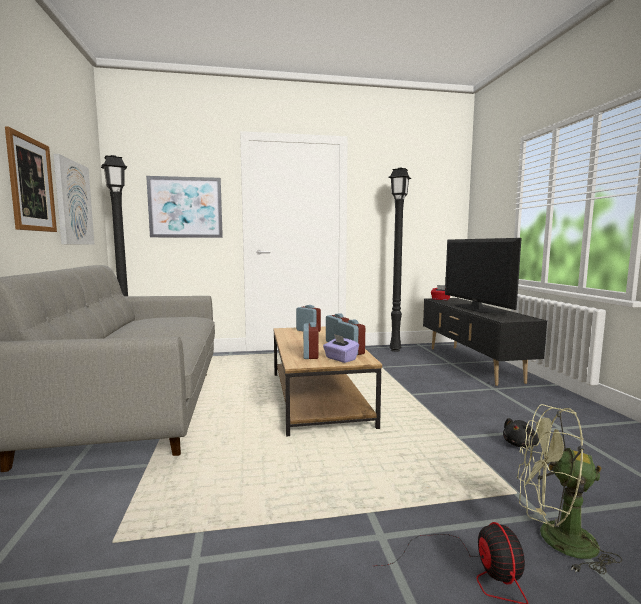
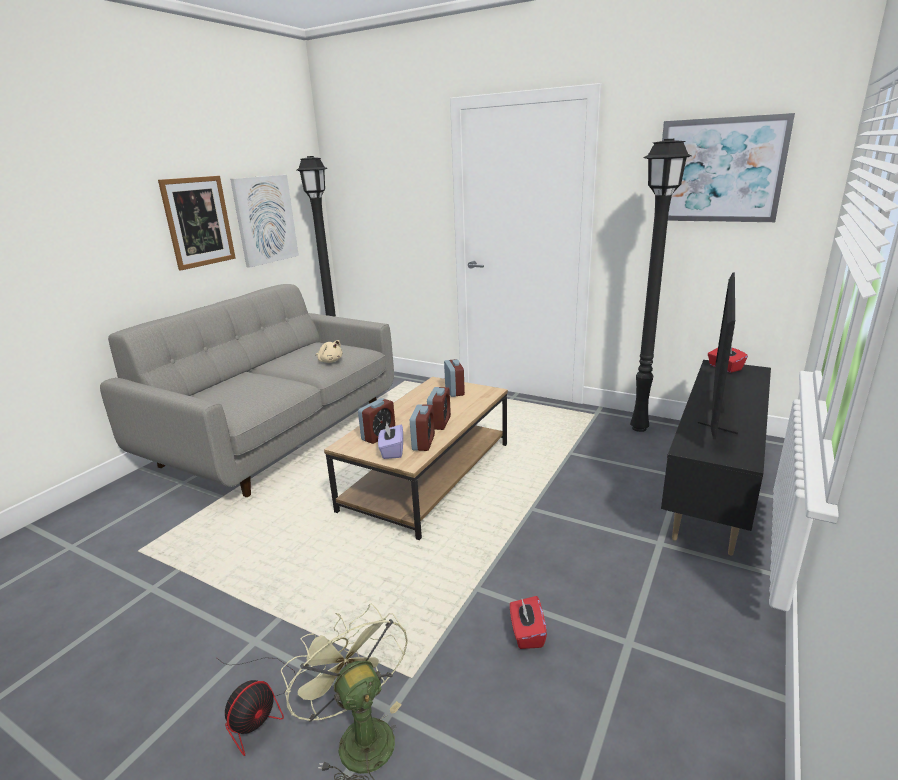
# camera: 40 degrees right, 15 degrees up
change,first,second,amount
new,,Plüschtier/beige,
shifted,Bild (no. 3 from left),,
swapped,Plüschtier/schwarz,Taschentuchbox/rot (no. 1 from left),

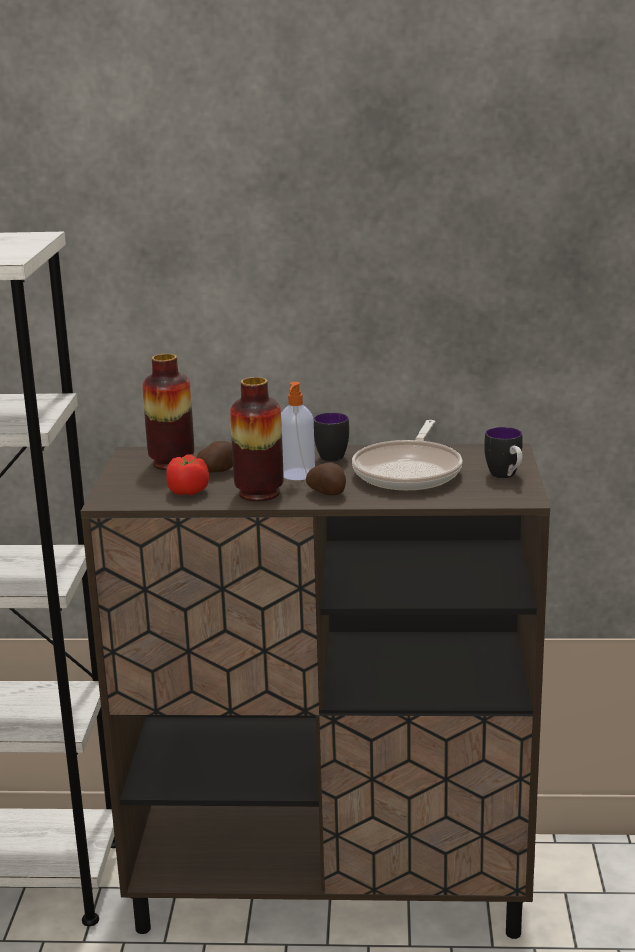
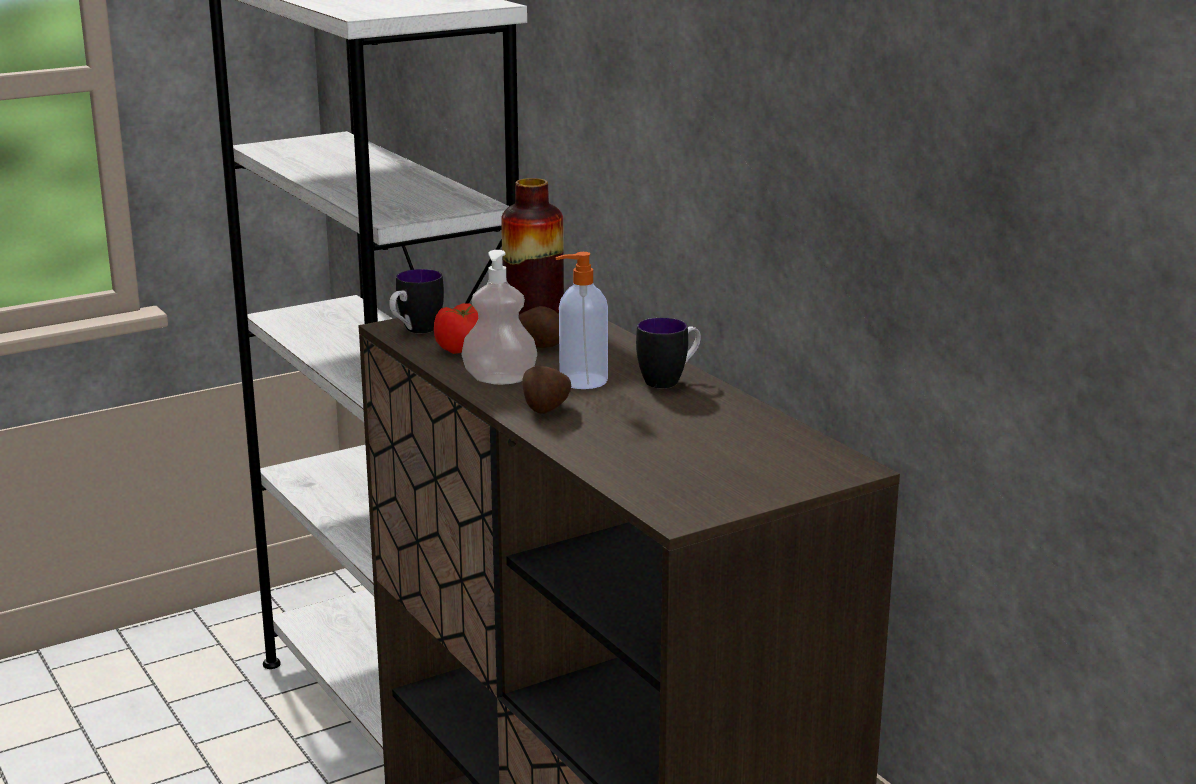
# camera: 55 degrees right, 0 degrees up
change,first,second,amount
gone,Pfanne,,
shifted,Henkelbecher (no. 2 from left in the first image),Henkelbecher (no. 1 from left),
swapped,Vase (no. 2 from left),Seifenspender (no. 1 from left),

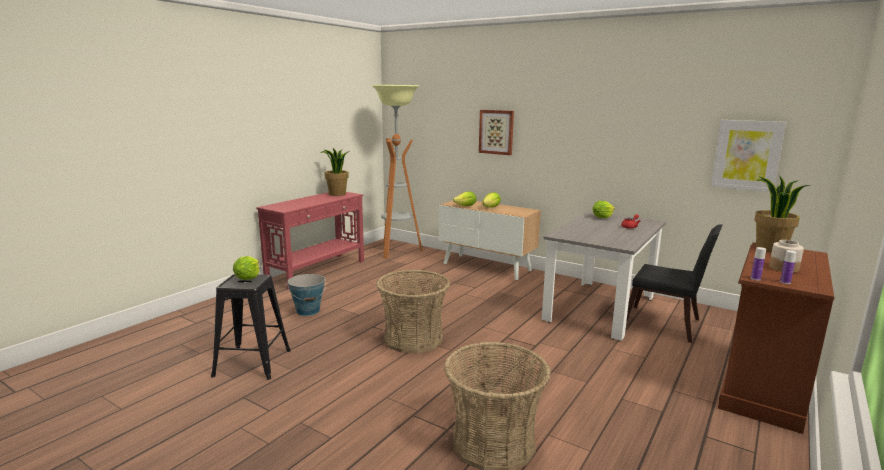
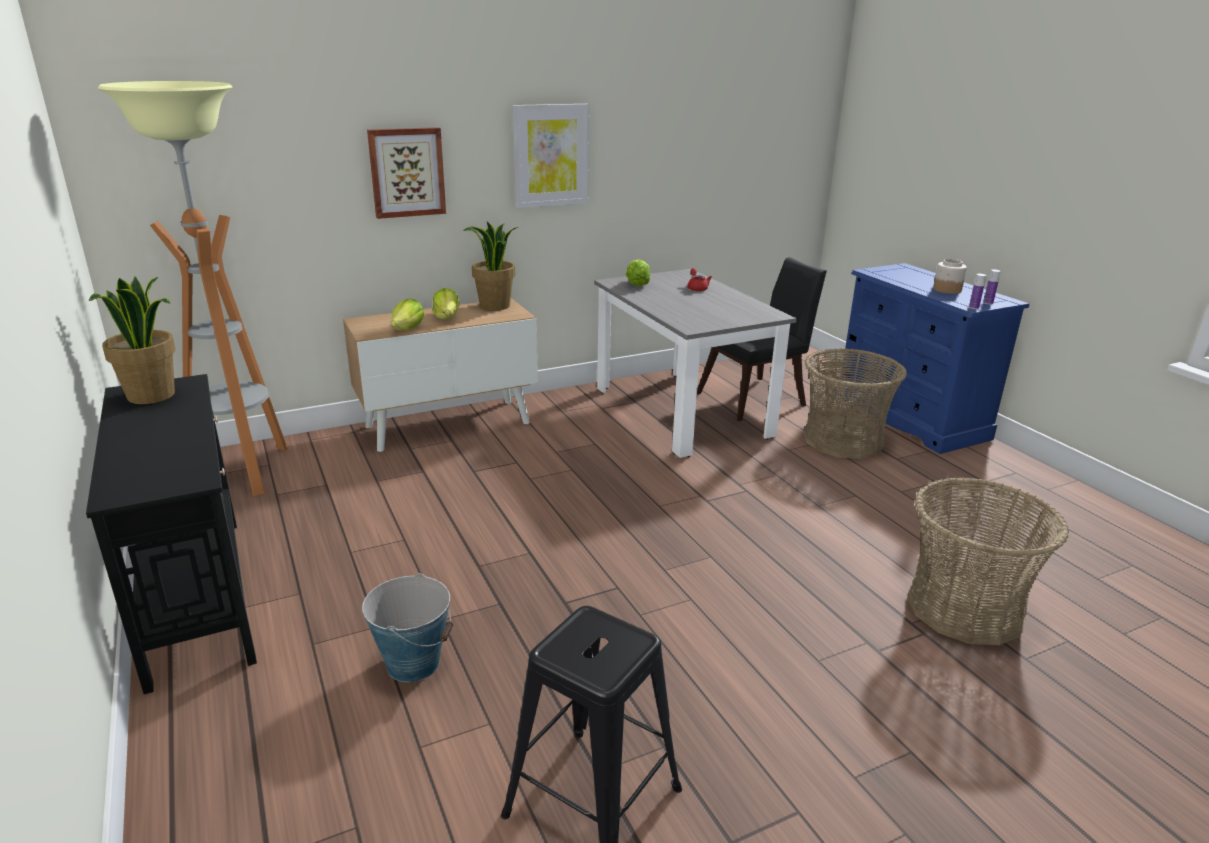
# camera: 60 degrees left, 10 degrees up
change,first,second,amount
gone,Salatkopf (no. 1 from left),,
shifted,Korb (no. 1 from left),,
shifted,Bild (no. 2 from left),,
shifted,Topfpflanze (no. 2 from left),,
repainted,Konsolentisch/rot,Konsolentisch/schwarz,
repainted,Kommode/braun,Kommode/blau,

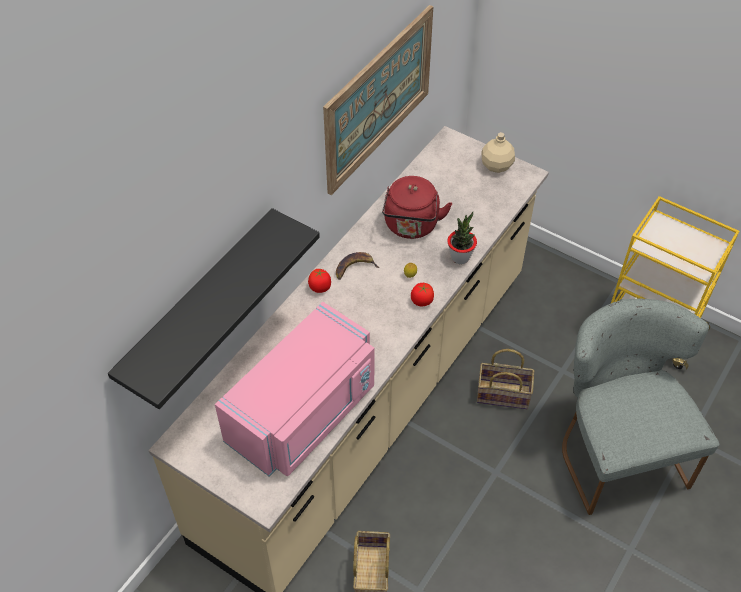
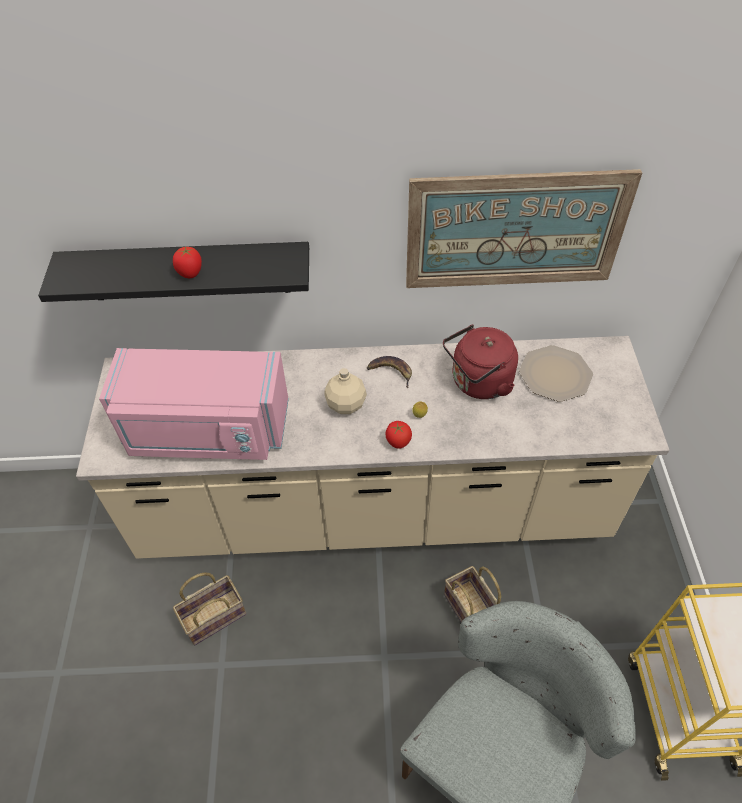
# camera: 55 degrees right, 0 degrees up
change,first,second,amount
gone,Topfpflanze,,
new,,Teller,
shifted,Tomate (no. 1 from left),,
shifted,Flasche/beige,,

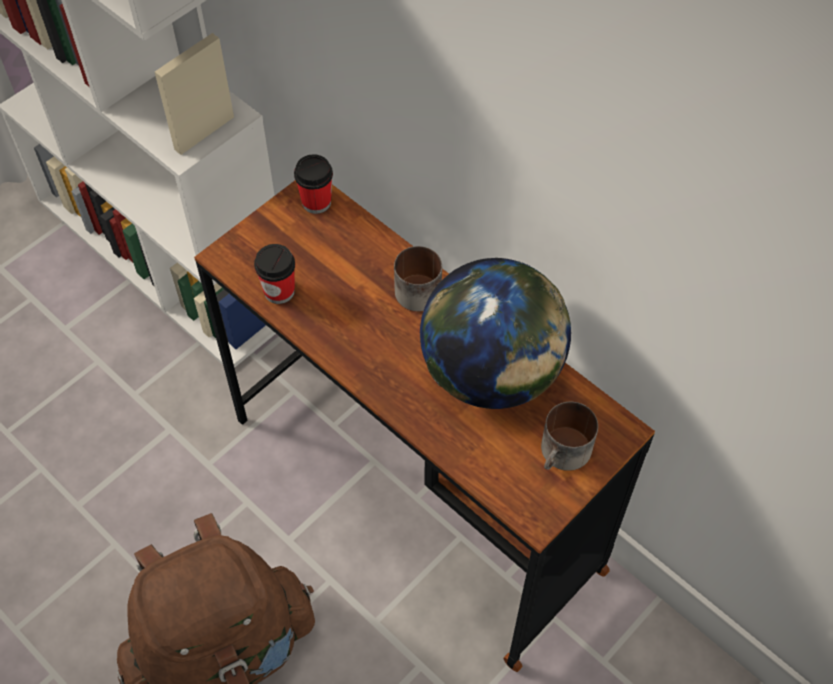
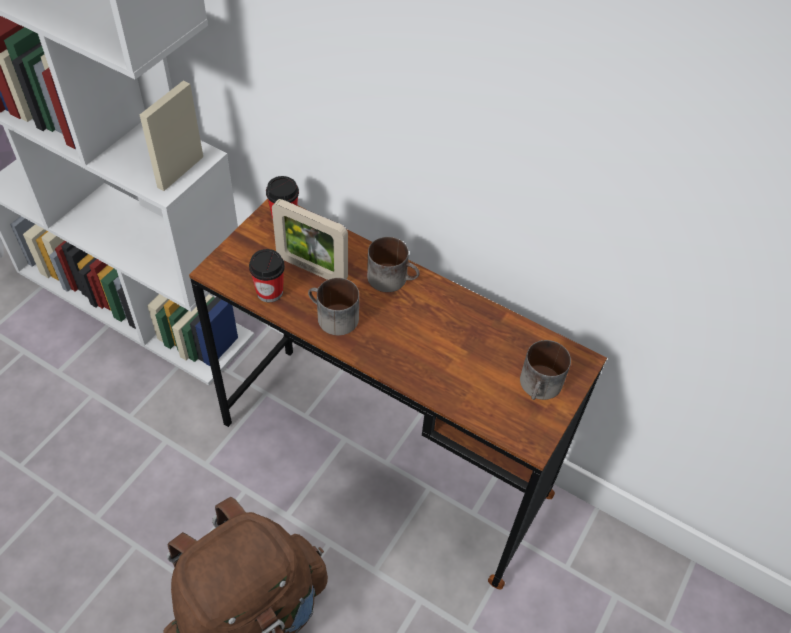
# camera: 15 degrees left, 5 degrees down
change,first,second,amount
gone,Globus,,
new,,Bilderrahmen,
new,,Henkelbecher (no. 1 from left),

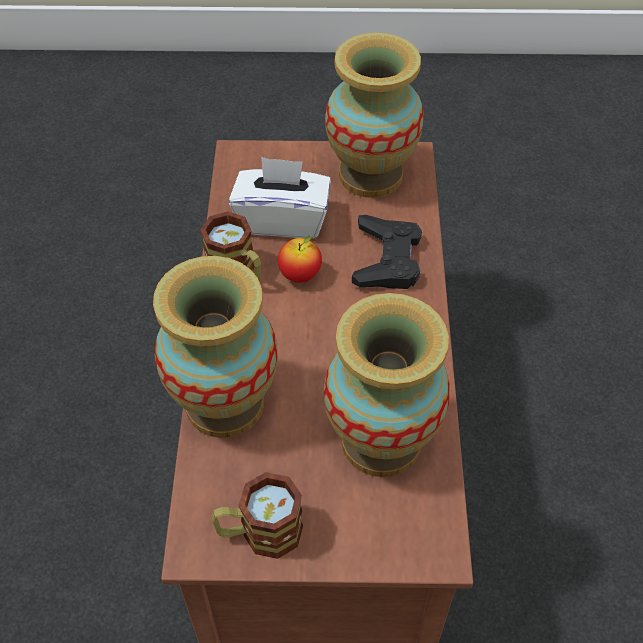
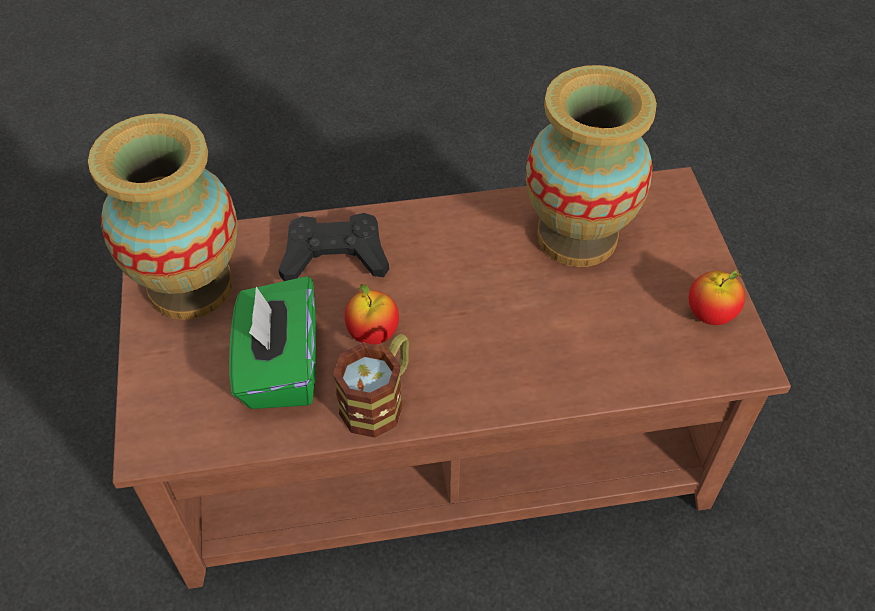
# camera: 100 degrees left, 0 degrees up
change,first,second,amount
gone,Vase (no. 1 from left),,
swapped,Henkelbecher (no. 2 from left),Apfel (no. 2 from left),
repainted,Taschentuchbox/weiß,Taschentuchbox/grün,

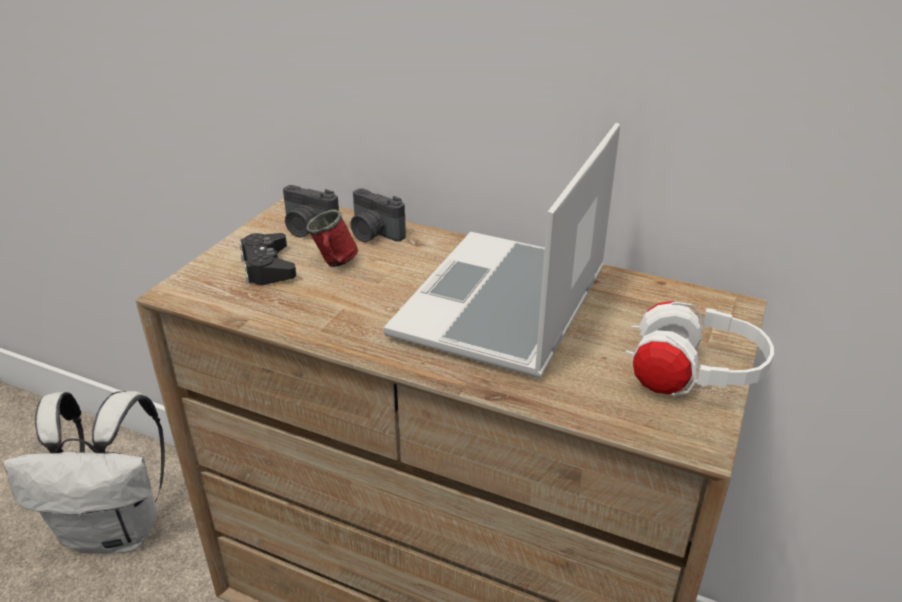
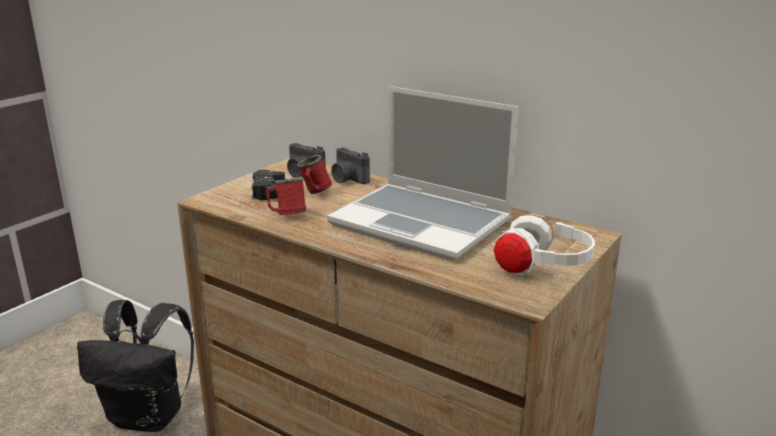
# camera: 10 degrees right, 10 degrees down
change,first,second,amount
new,,Henkelbecher/rot (no. 1 from left),
repainted,Rucksack/weiß,Rucksack/schwarz,
rotated,Laptop,,90 degrees counterclockwise

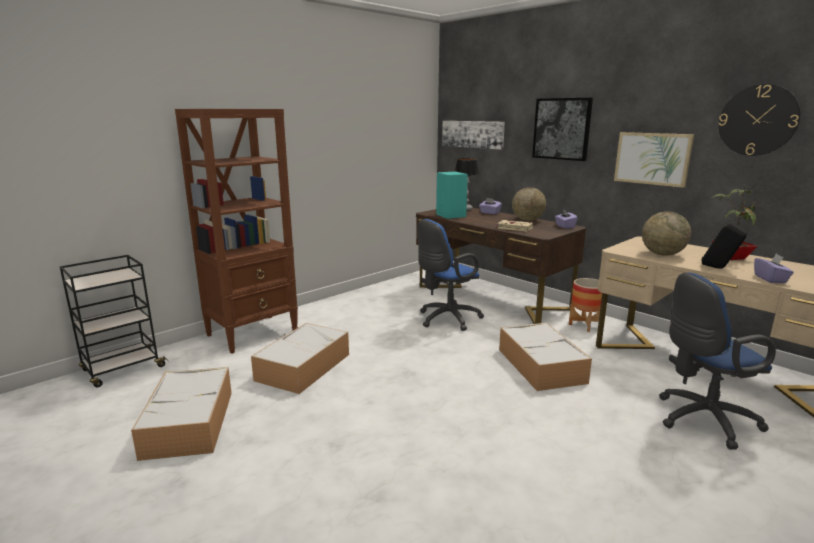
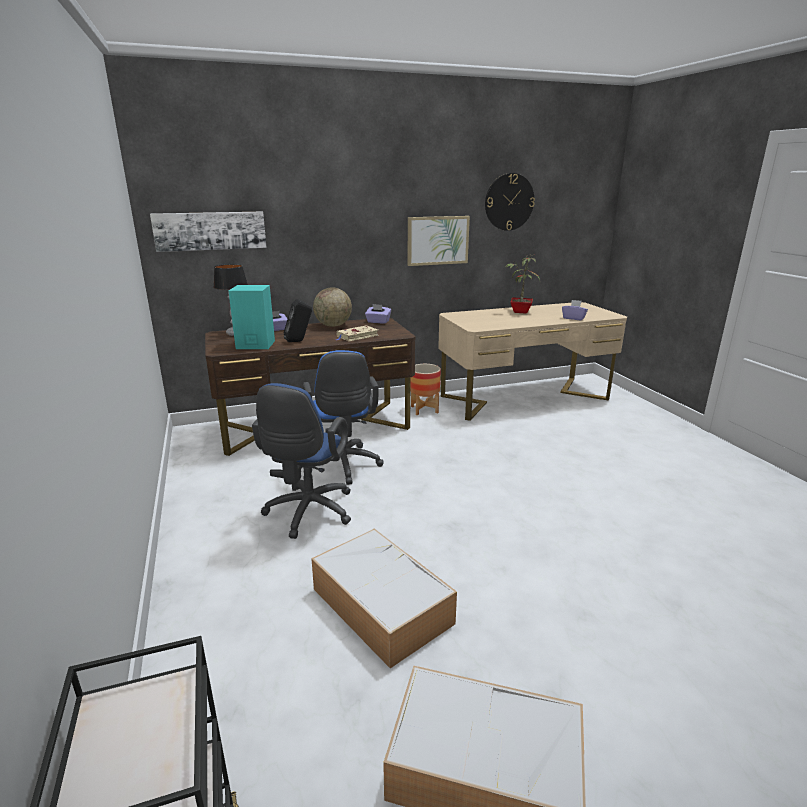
# camera: 65 degrees left, 5 degrees up
change,first,second,amount
gone,Bücherregal/braun,,
gone,Aufbewahrungsbox (no. 3 from left),,
gone,Bild (no. 2 from left),,
gone,Globus (no. 2 from left),,
shifted,Bürostuhl/blau (no. 2 from left in the first image),Bürostuhl/blau (no. 1 from left),
shifted,Lautsprecher/schwarz,,

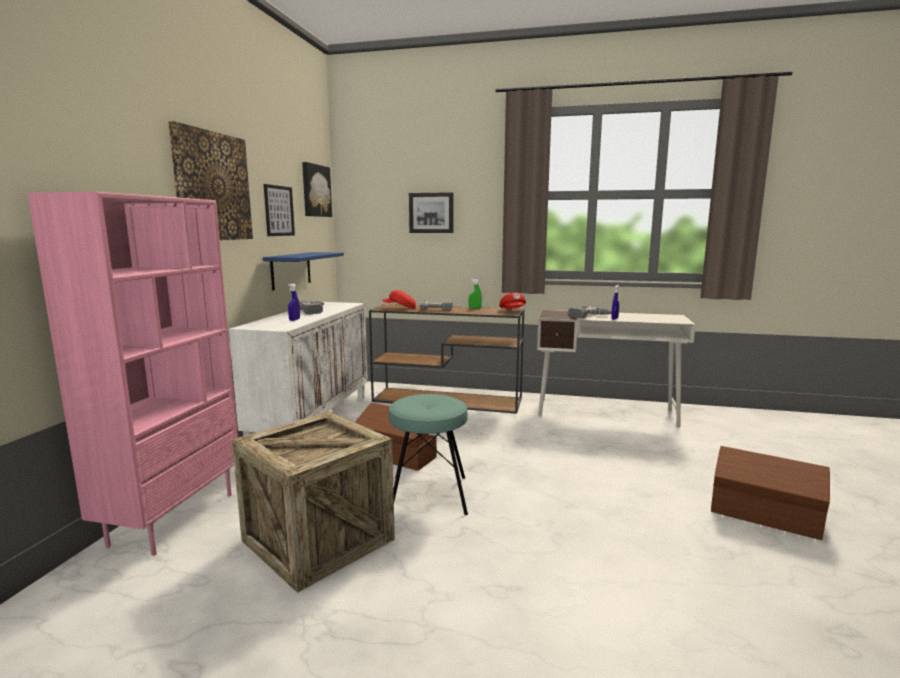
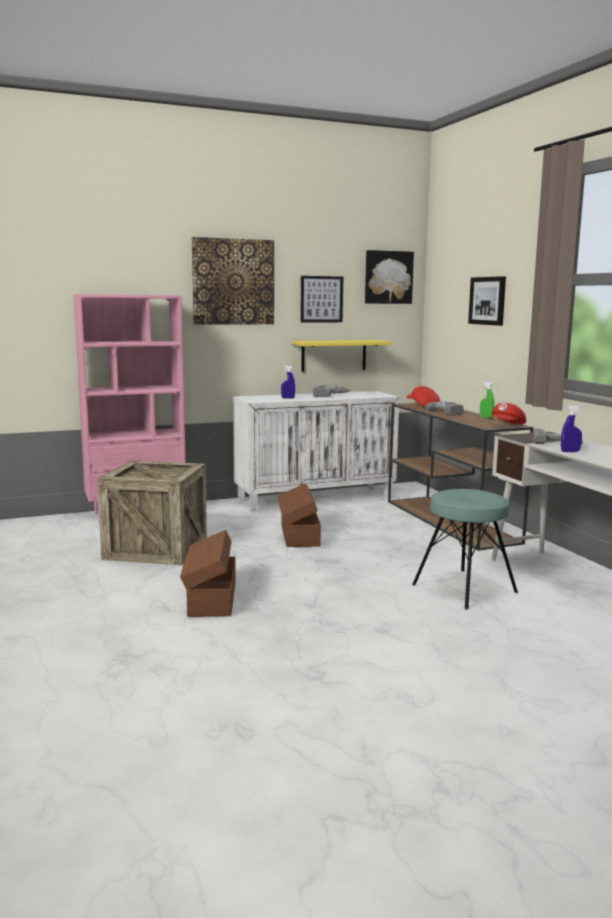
# camera: 55 degrees right, 0 degrees up
change,first,second,amount
shifted,Hocker/türkis,,
shifted,Aufbewahrungsbox/braun (no. 2 from left in the first image),Aufbewahrungsbox/braun (no. 1 from left),
repainted,Wandregal/blau,Wandregal/gelb,

